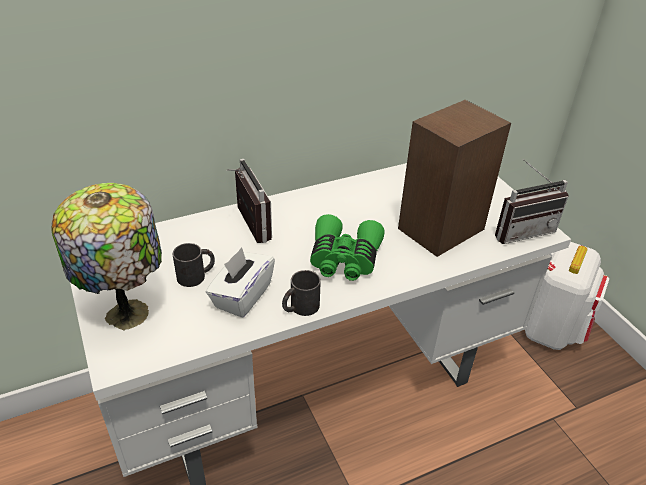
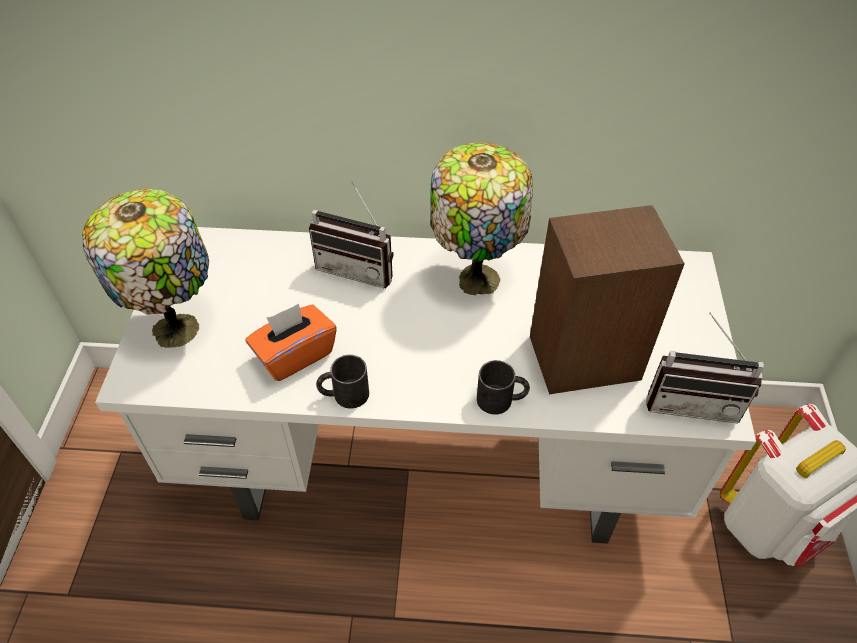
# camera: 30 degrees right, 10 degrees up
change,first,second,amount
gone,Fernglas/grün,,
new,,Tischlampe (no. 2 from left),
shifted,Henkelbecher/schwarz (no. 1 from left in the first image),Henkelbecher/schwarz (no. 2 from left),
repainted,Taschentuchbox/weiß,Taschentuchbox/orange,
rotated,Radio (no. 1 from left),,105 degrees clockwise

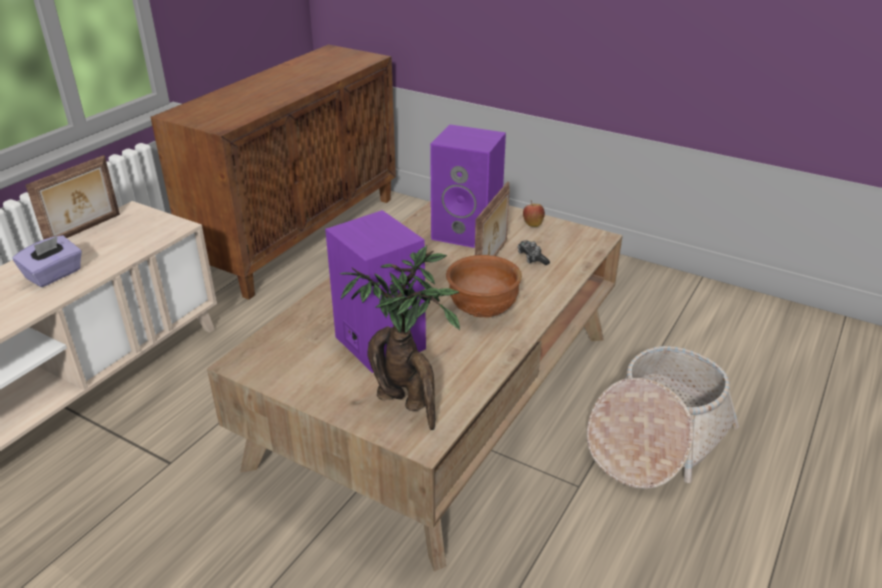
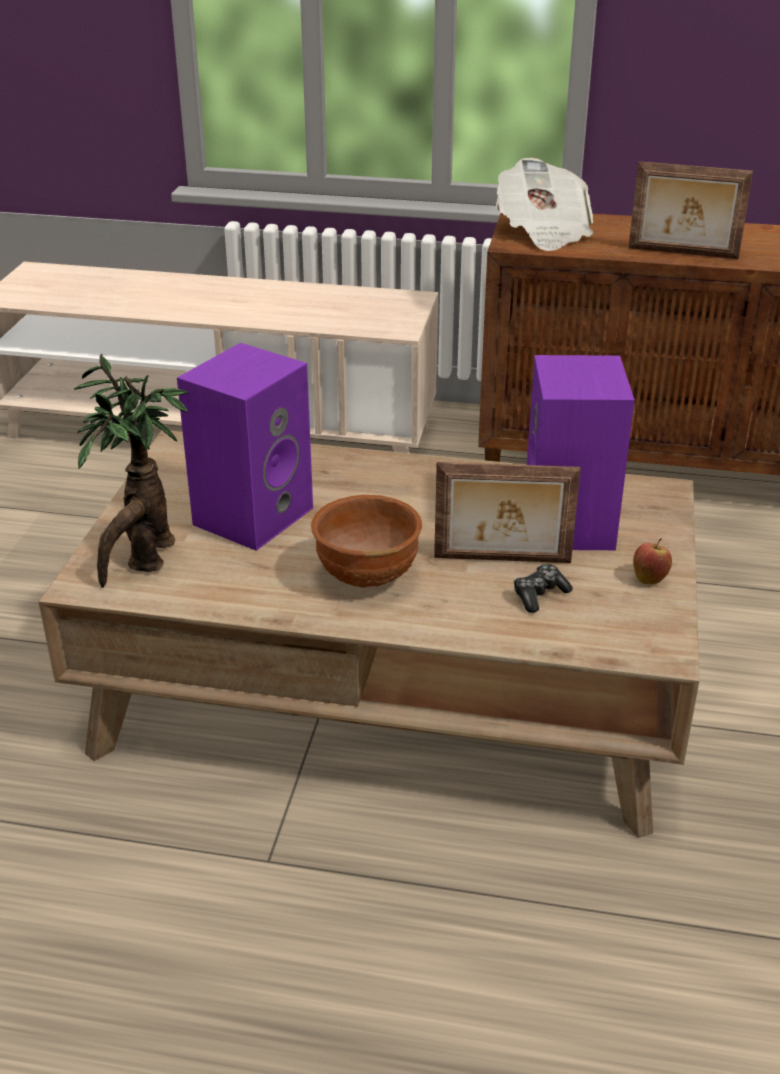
# camera: 70 degrees right, 0 degrees up
change,first,second,amount
gone,Taschentuchbox/lila,,
gone,Korb,,
new,,Zeitung,
shifted,Bilderrahmen (no. 1 from left in the first image),Bilderrahmen (no. 2 from left),

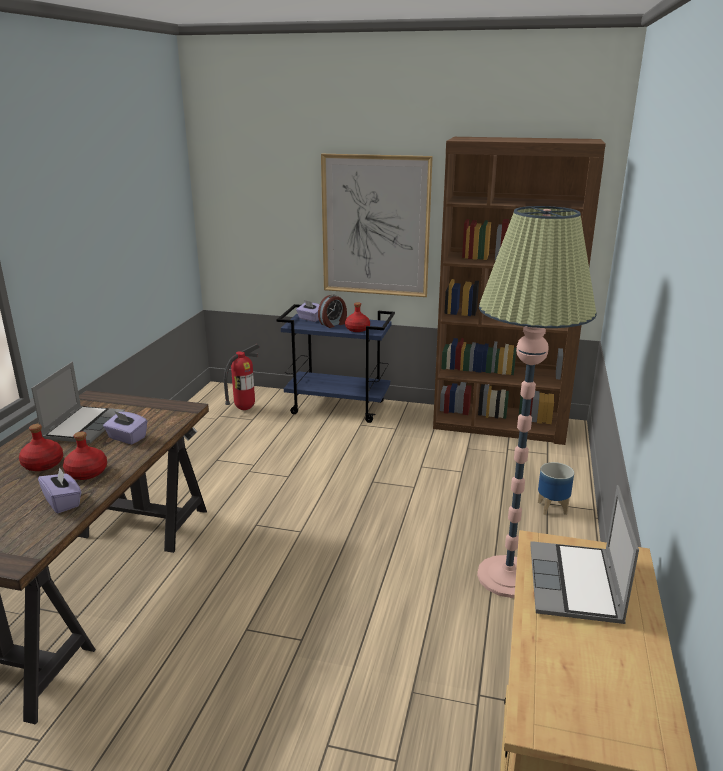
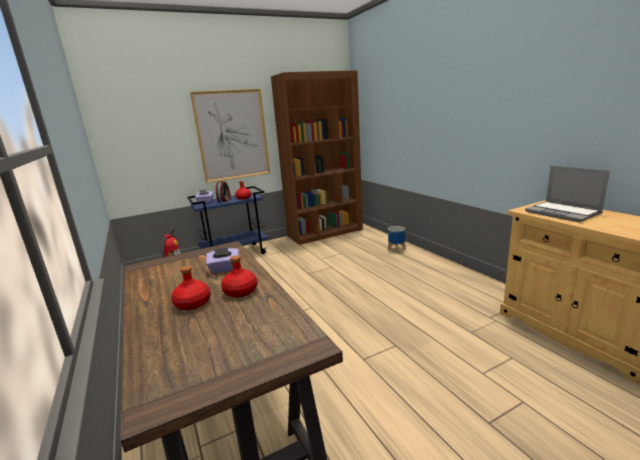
# camera: 40 degrees left, 5 degrees down
change,first,second,amount
gone,Laptop (no. 1 from left),,
gone,Taschentuchbox/lila (no. 1 from left),,
gone,Stehlampe,,

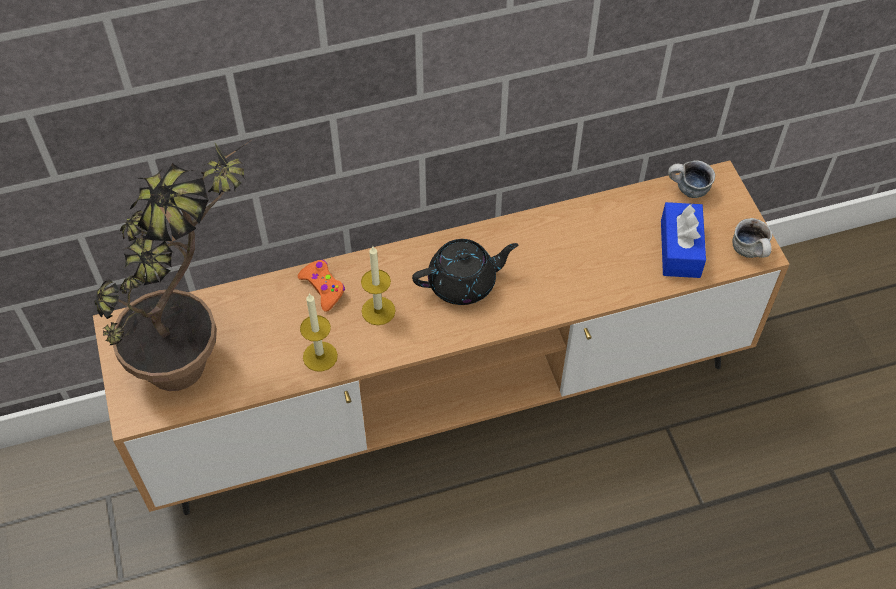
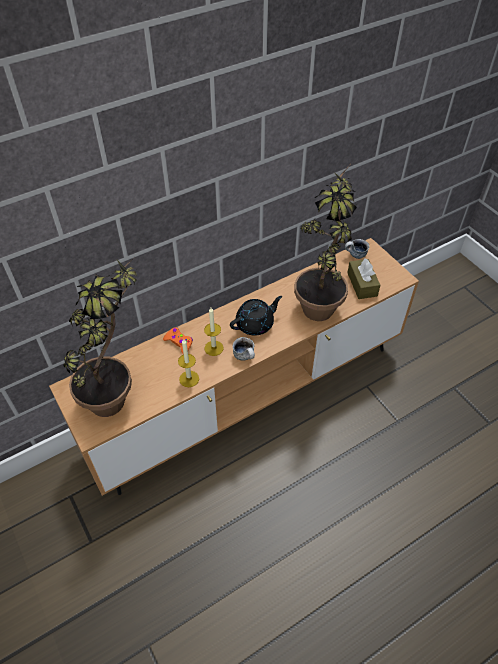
# camera: 15 degrees left, 5 degrees down
change,first,second,amount
new,,Topfpflanze (no. 2 from left),
shifted,Henkelbecher (no. 2 from left in the first image),Henkelbecher (no. 1 from left),
repainted,Taschentuchbox/blau,Taschentuchbox/braun,

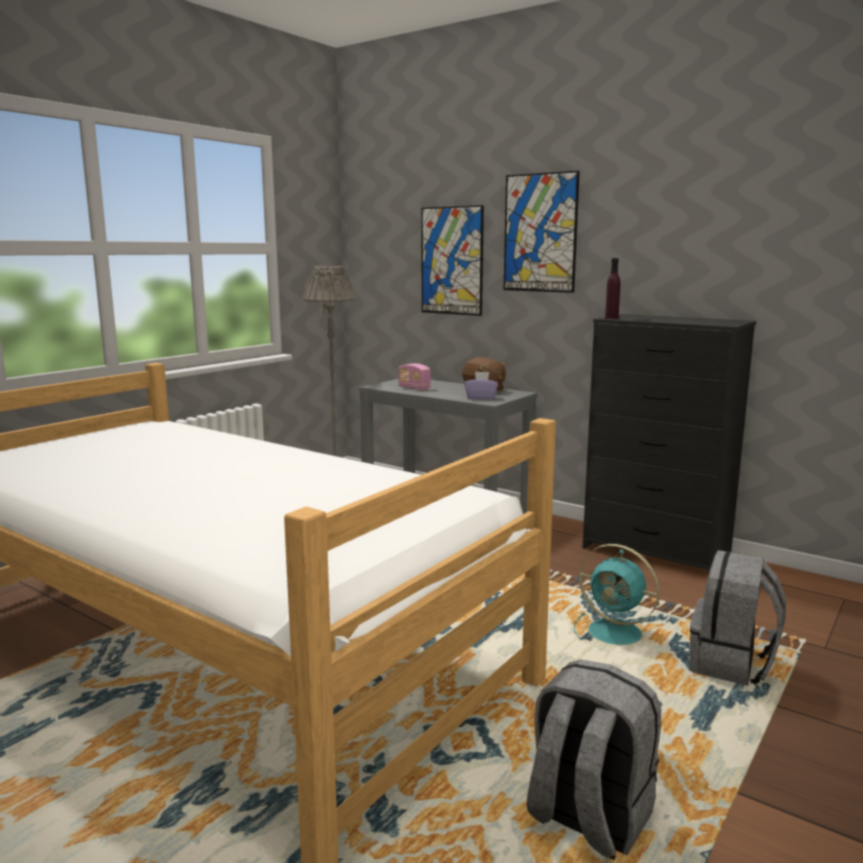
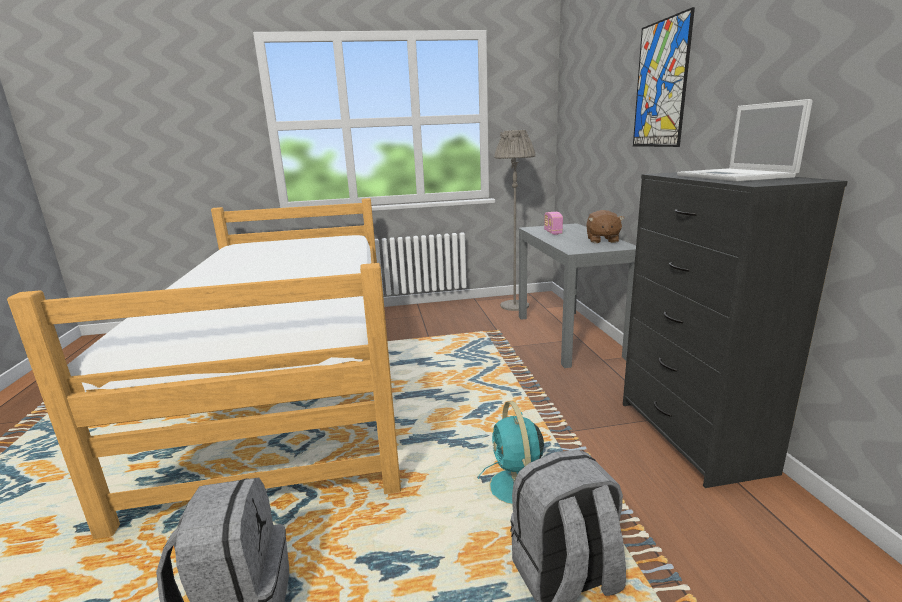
# camera: 45 degrees right, 5 degrees up
change,first,second,amount
gone,Bild (no. 1 from left),,
gone,Taschentuchbox/lila,,
gone,Flasche/lila,,
new,,Laptop,

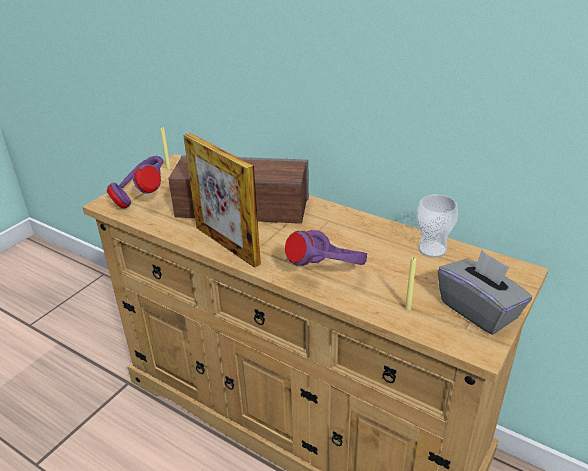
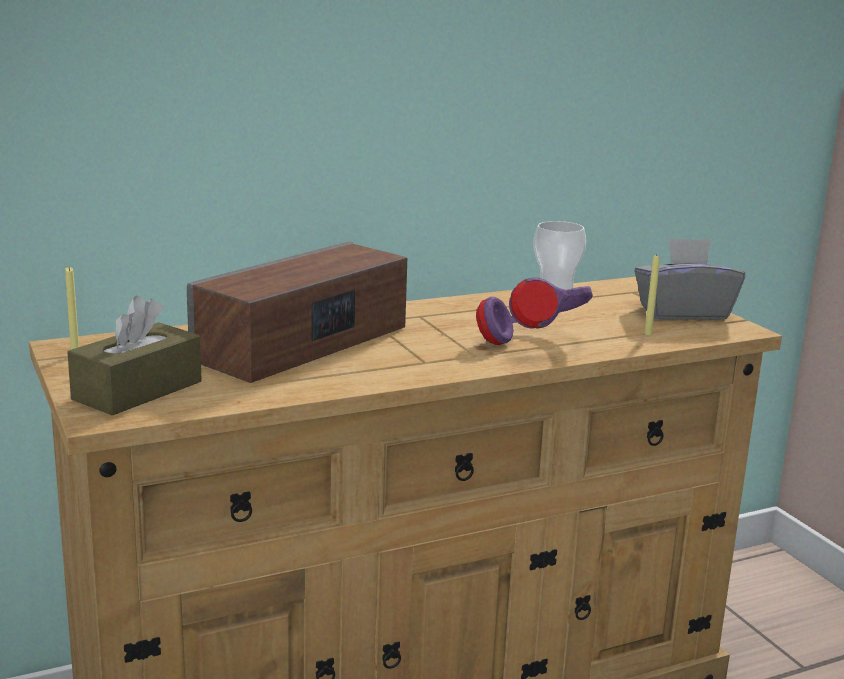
# camera: 60 degrees left, 15 degrees down
change,first,second,amount
gone,Bilderrahmen,,
swapped,Kopfhörer/lila (no. 1 from left),Taschentuchbox/braun,

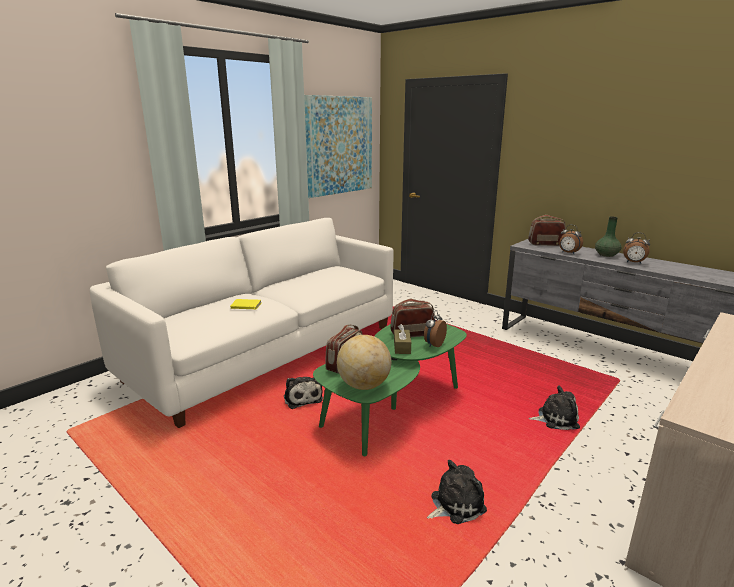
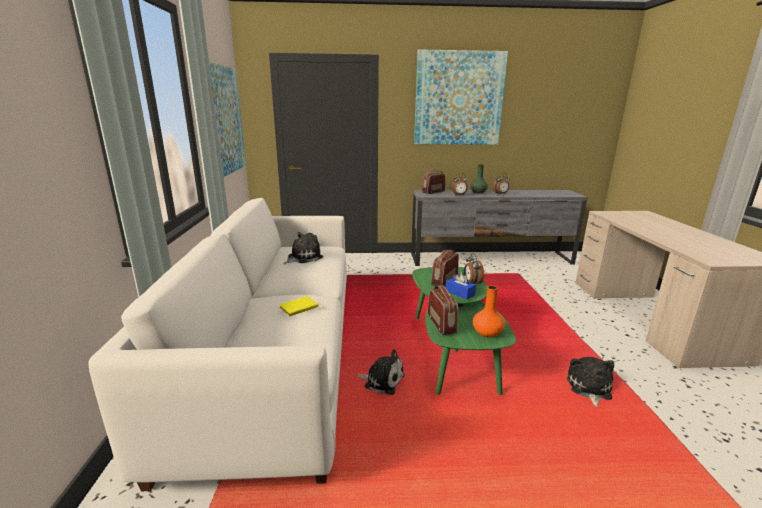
# camera: 45 degrees left, 0 degrees up
change,first,second,amount
new,,Bild (no. 2 from left),
shifted,Plüschtier (no. 3 from left in the first image),Plüschtier (no. 1 from left),
swapped,Globus,Vase/orange,
repainted,Taschentuchbox/braun,Taschentuchbox/blau,

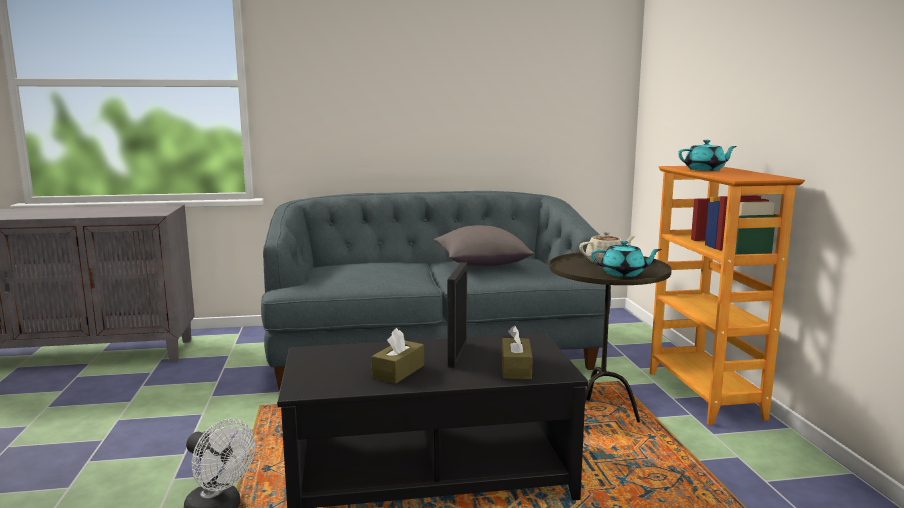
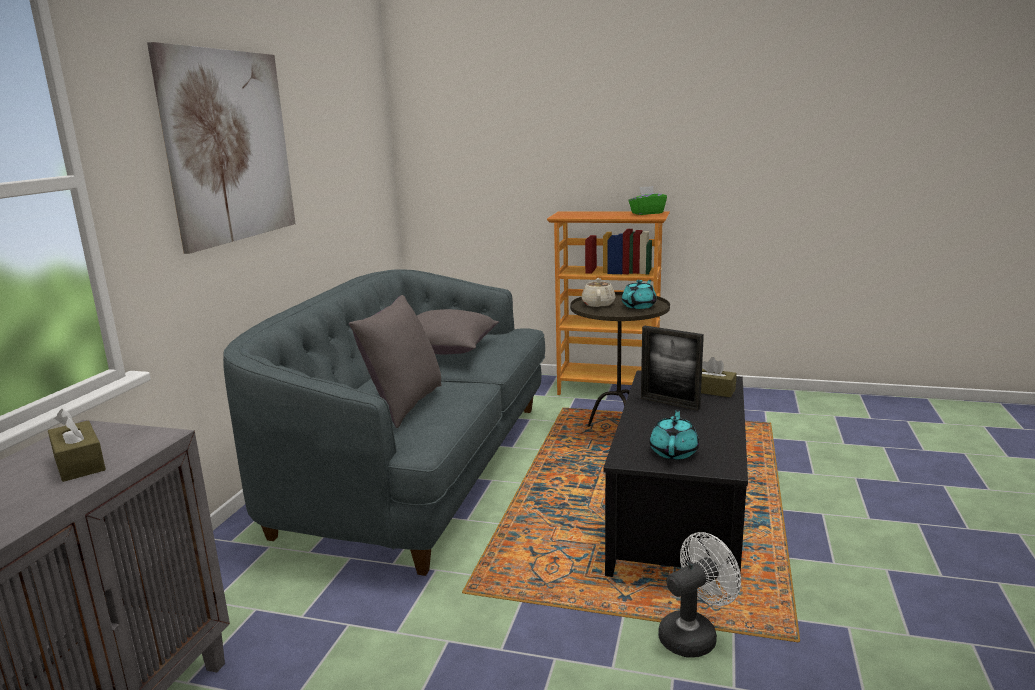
# camera: 65 degrees left, 5 degrees up
change,first,second,amount
new,,Bild,
new,,Kissen/grau (no. 1 from left),
new,,Taschentuchbox/grün,
shifted,Taschentuchbox/braun (no. 1 from left),,
shifted,Teekanne/türkis (no. 2 from left),,

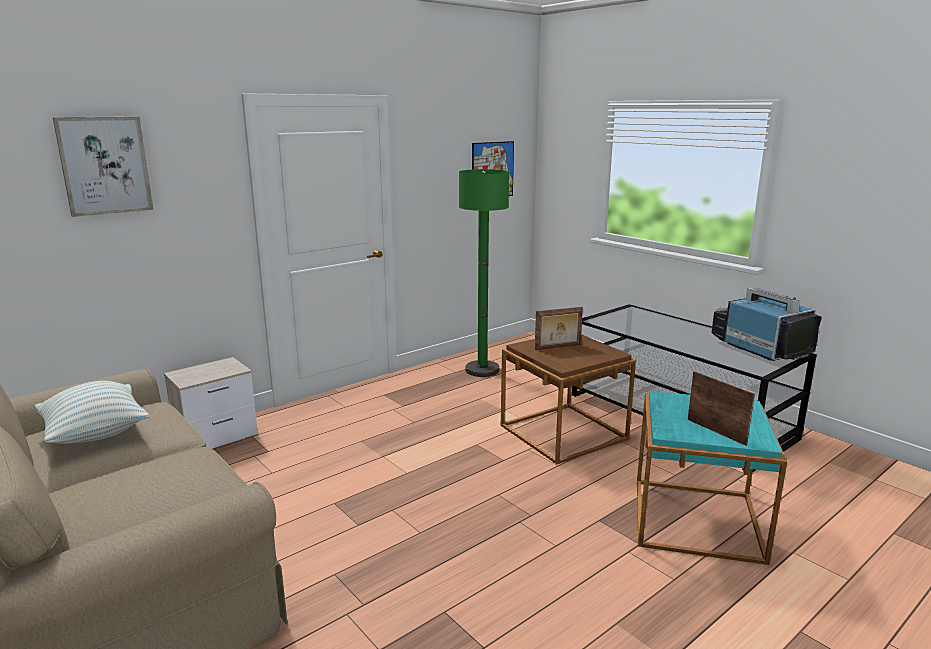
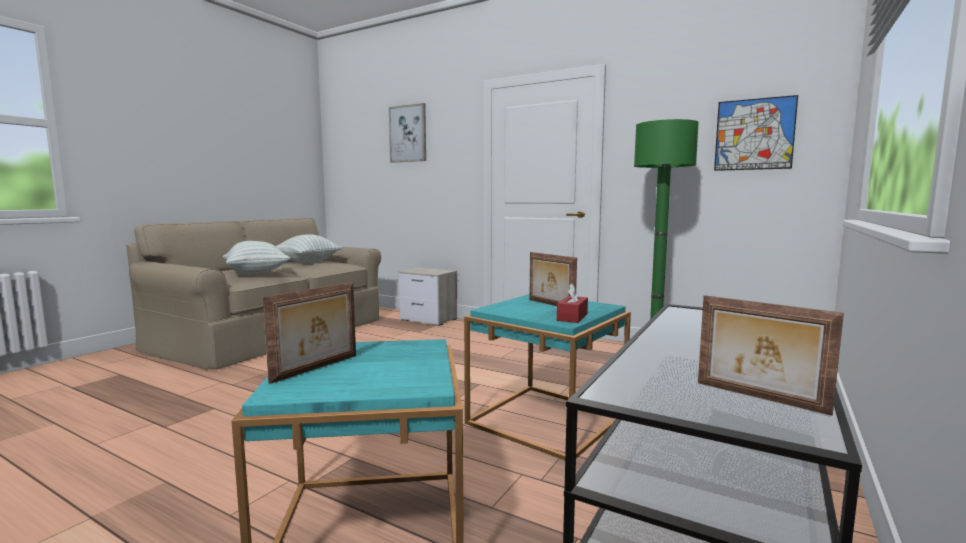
# camera: 70 degrees right, 10 degrees down
change,first,second,amount
new,,Kissen (no. 1 from left),
new,,Taschentuchbox/rot,
swapped,Fernseher,Bilderrahmen (no. 3 from left),
repainted,Beistelltisch/braun,Beistelltisch/türkis (no. 2 from left),

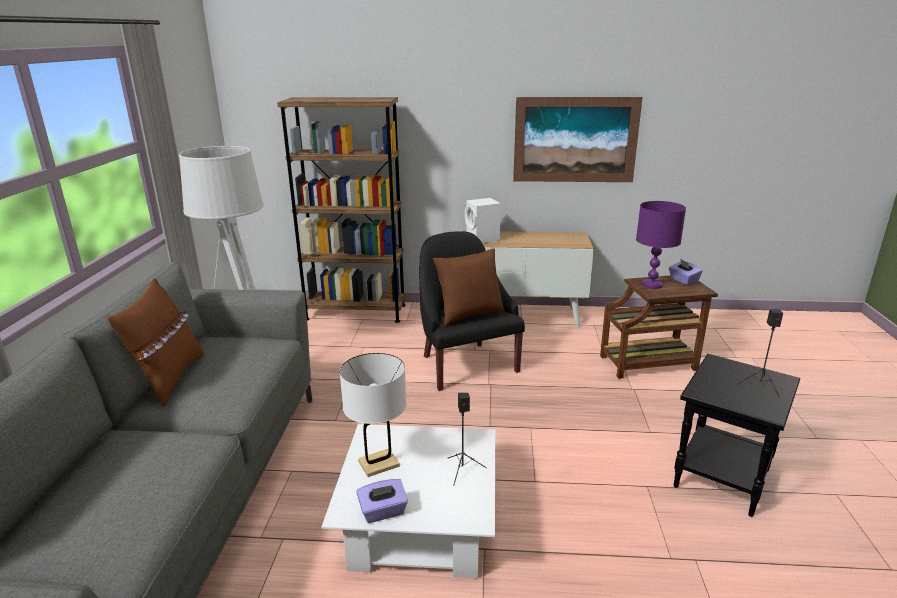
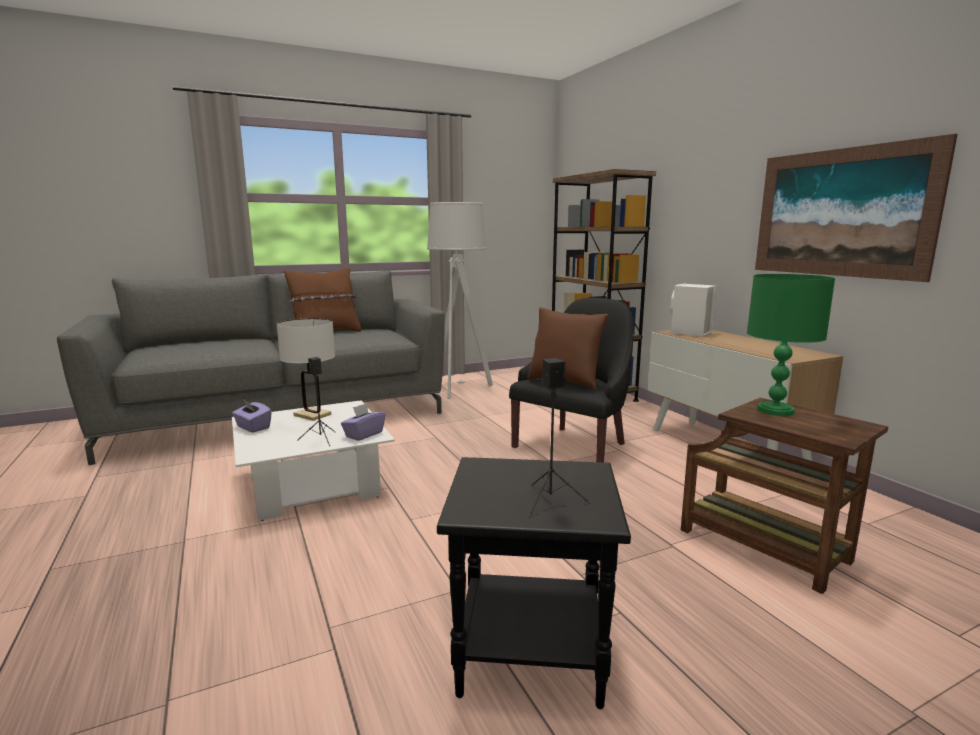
# camera: 60 degrees right, 10 degrees down
change,first,second,amount
shifted,Taschentuchbox/lila (no. 2 from left),,
repainted,Tischlampe/lila,Tischlampe/grün,

